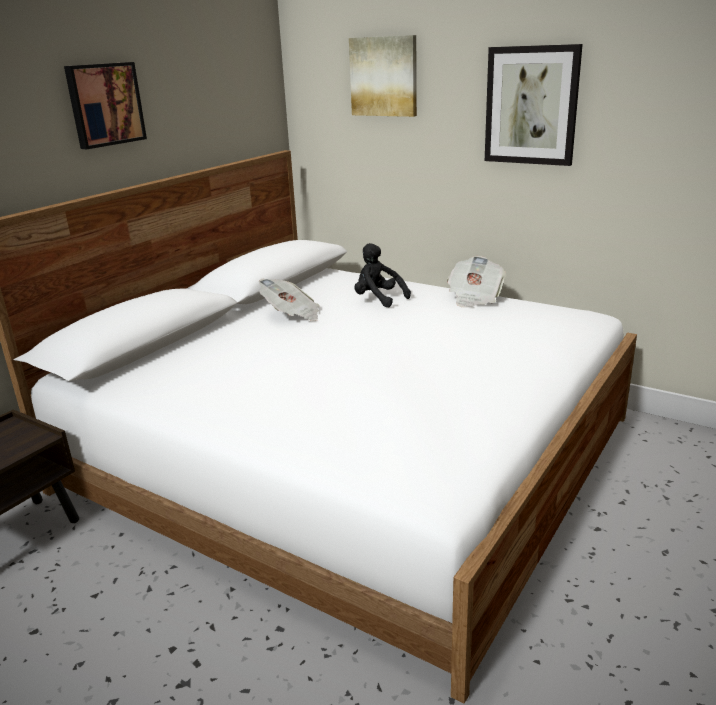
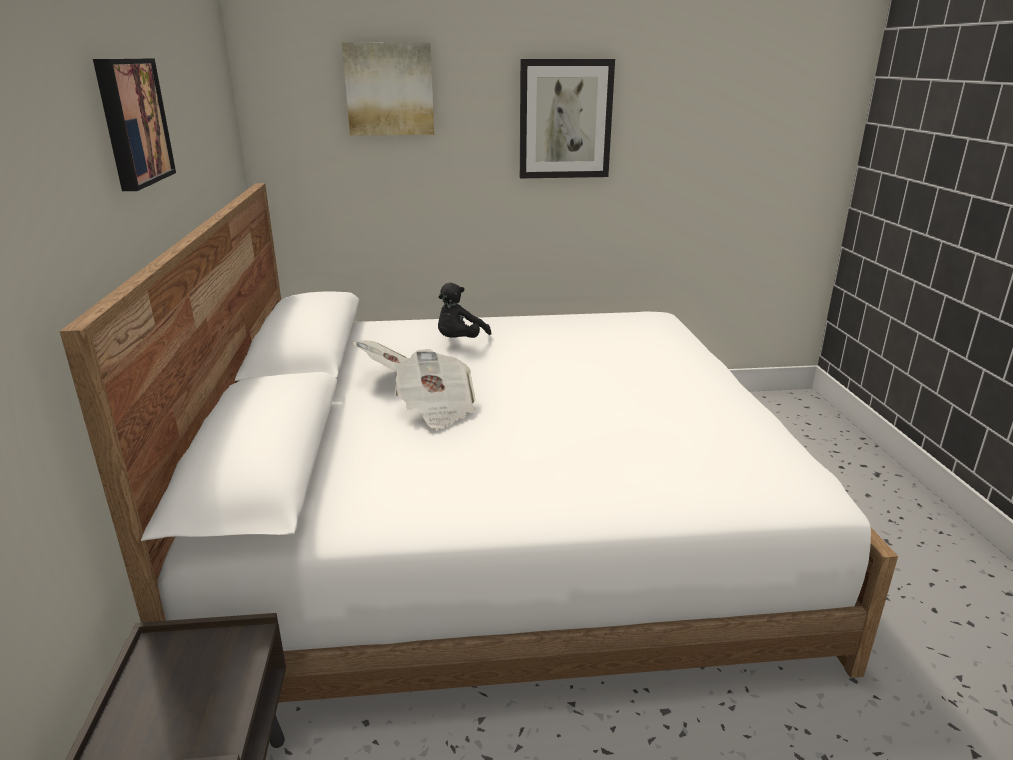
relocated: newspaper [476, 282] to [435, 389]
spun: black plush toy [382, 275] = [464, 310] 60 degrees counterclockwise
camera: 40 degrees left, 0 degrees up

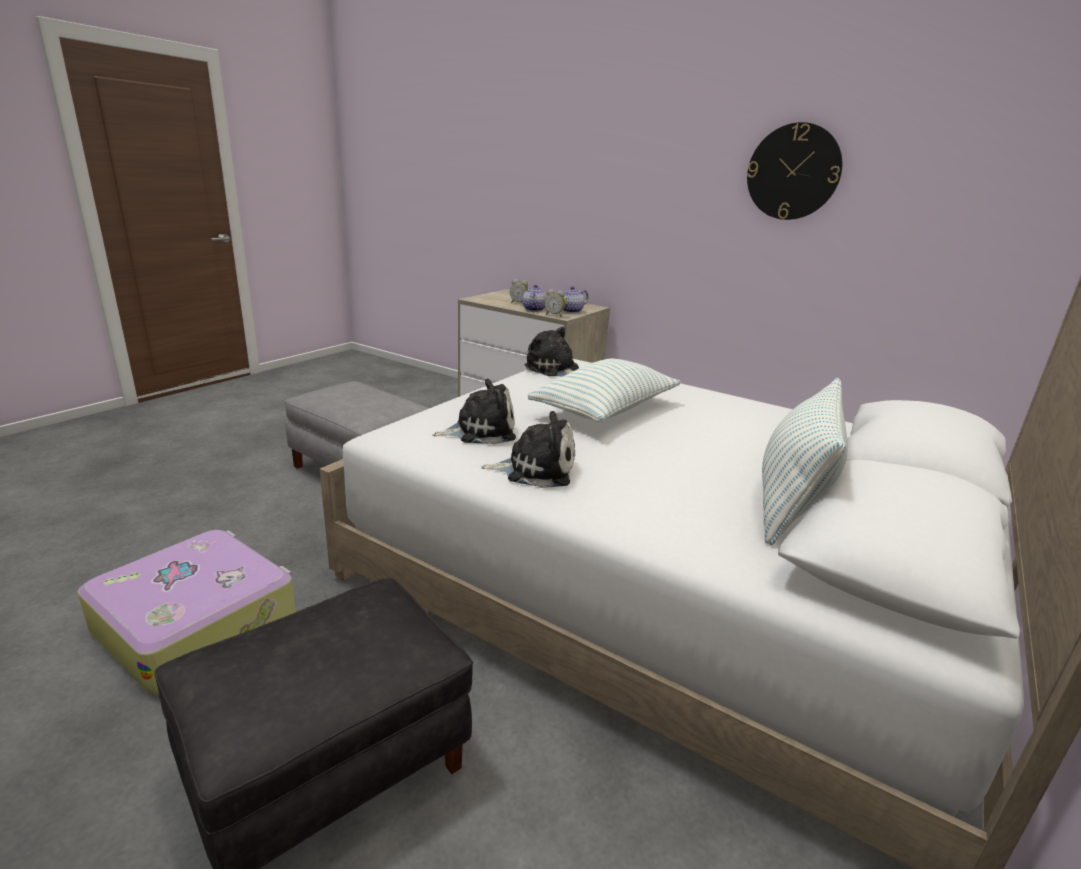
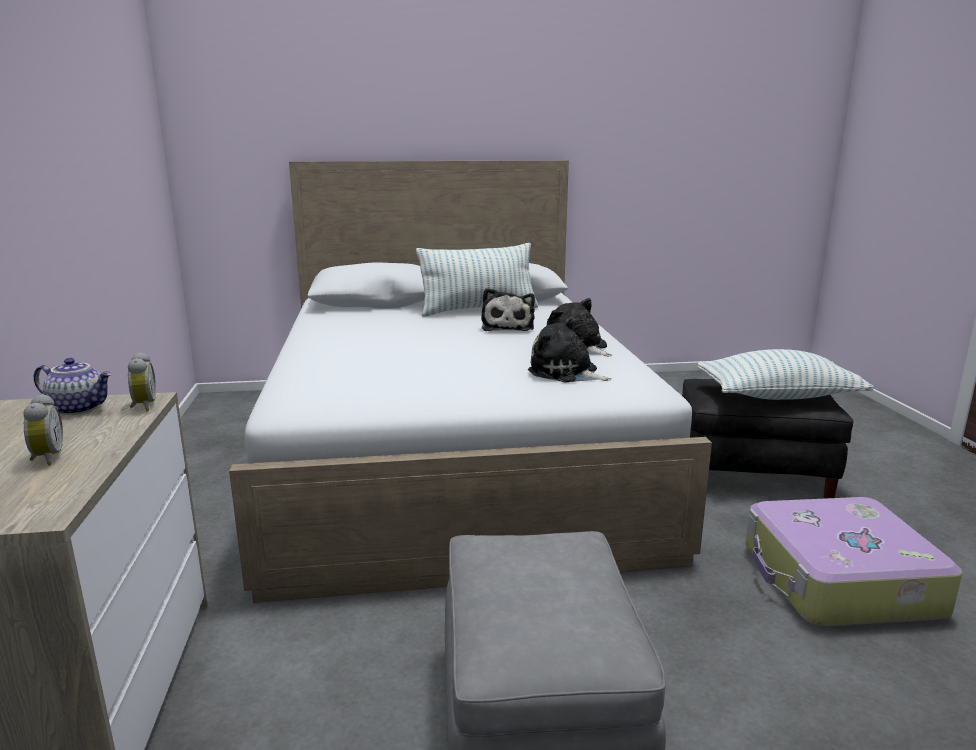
missing: teapot [534, 298]; wall clock [794, 171]
relocated: plush toy [551, 351] to [508, 309]; pillow [604, 390] to [785, 374]
camera: 130 degrees left, 5 degrees down

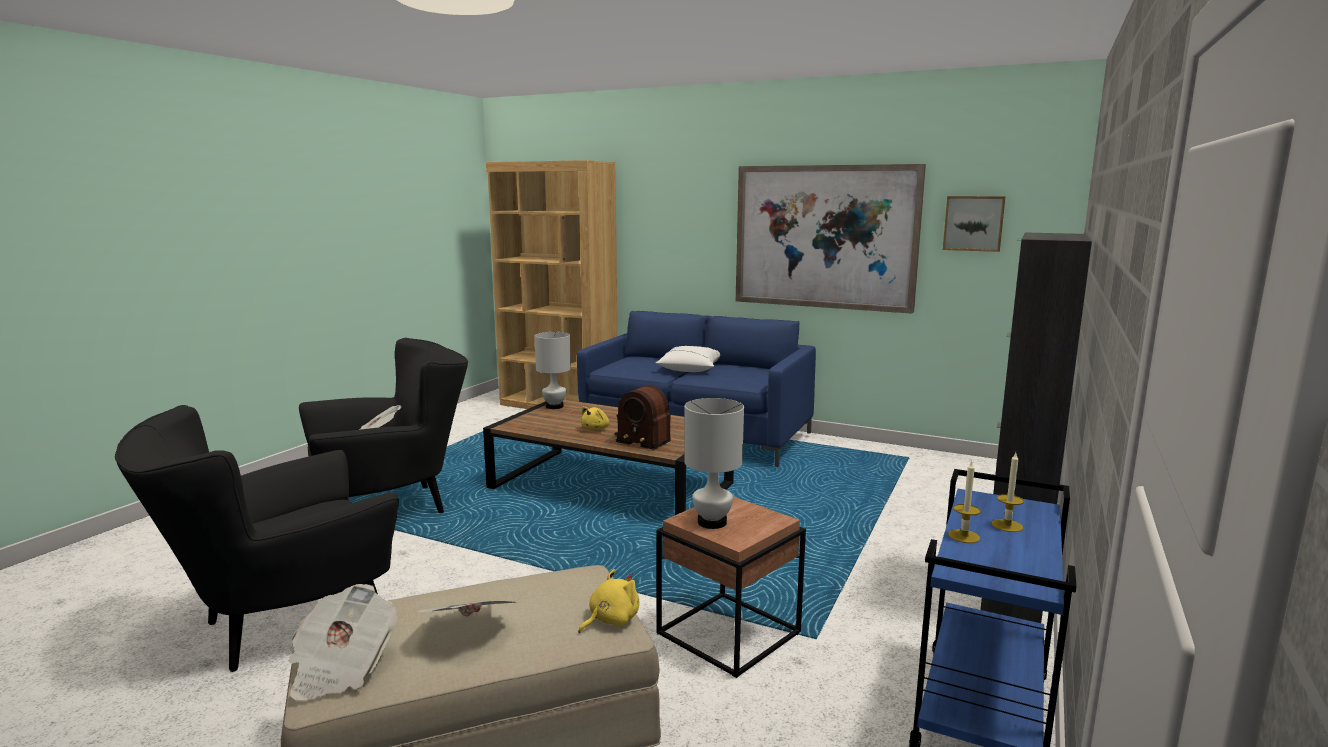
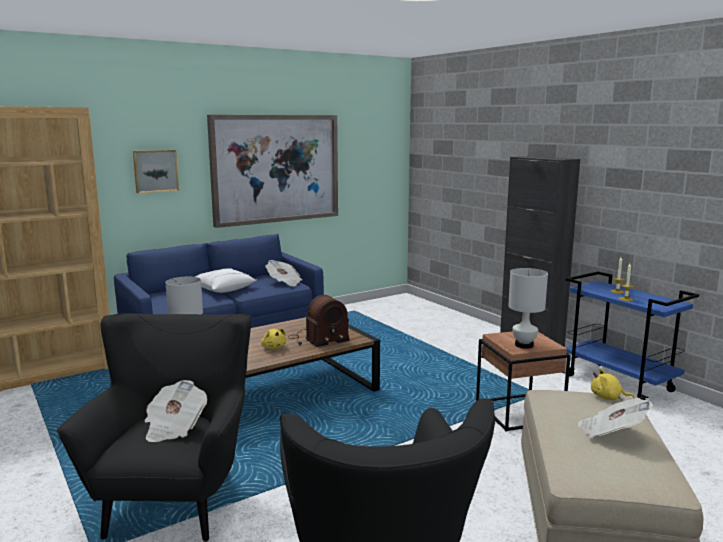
relocated: newspaper [343, 642] to [283, 273]; picture [974, 224] to [156, 171]
spun: yellow plush toy [608, 601] = [613, 384] 60 degrees counterclockwise
camera: 60 degrees left, 0 degrees up

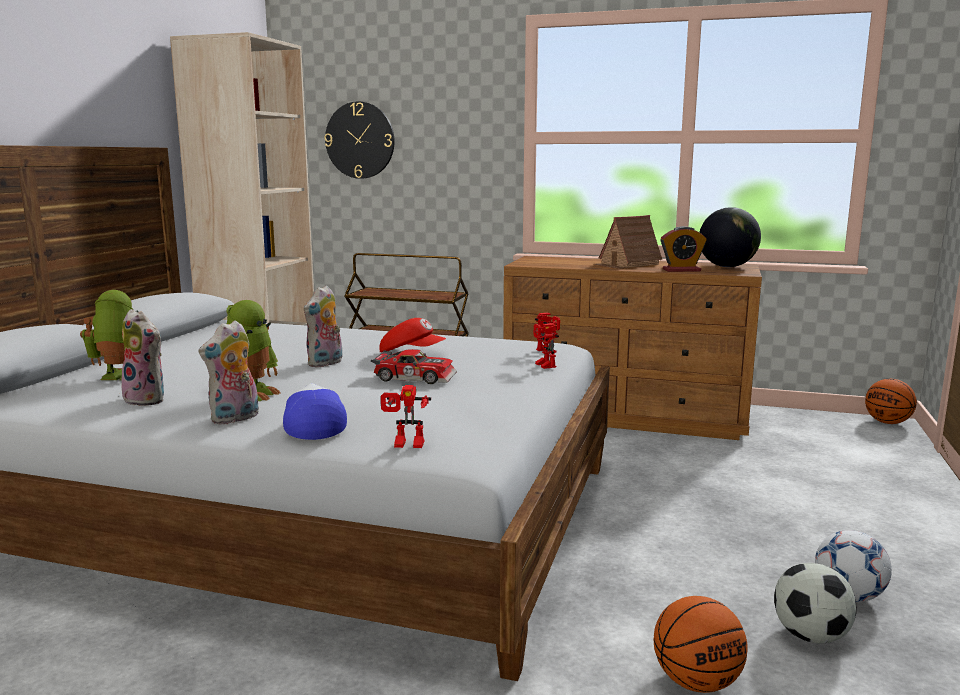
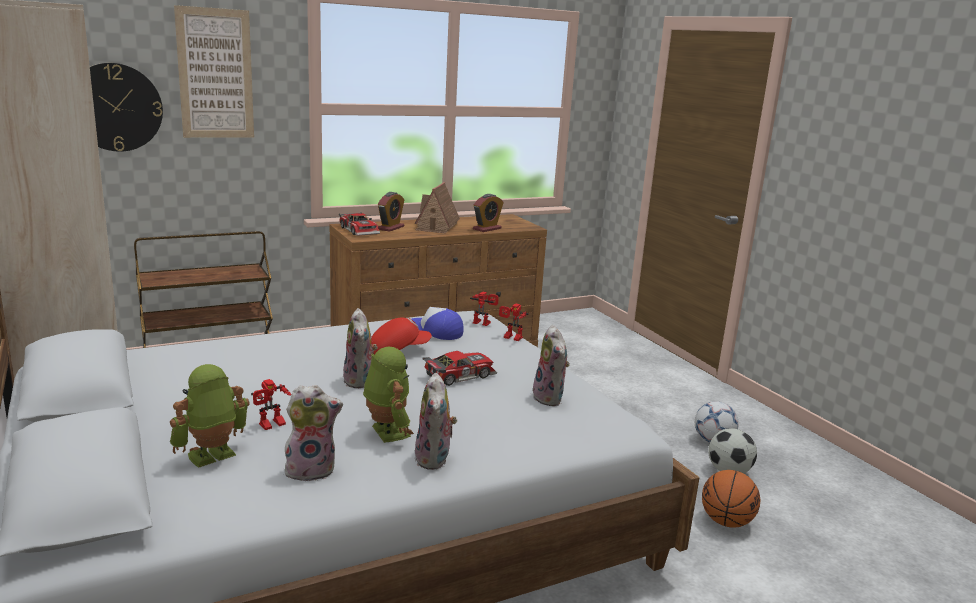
missing: globe [730, 237]; basketball [891, 401]
appeared: picture [214, 71]; toy car [359, 224]; alarm clock [391, 212]; plush toy [551, 365]
relocated: cap [315, 411] to [438, 323]; toy robot [406, 416] to [271, 404]
camera: 45 degrees left, 5 degrees up

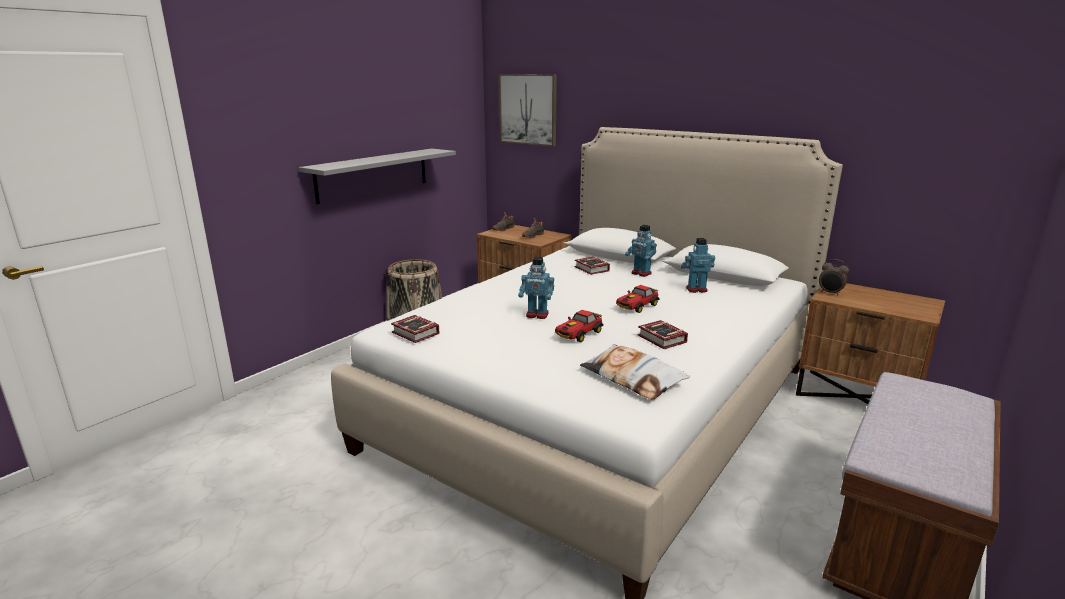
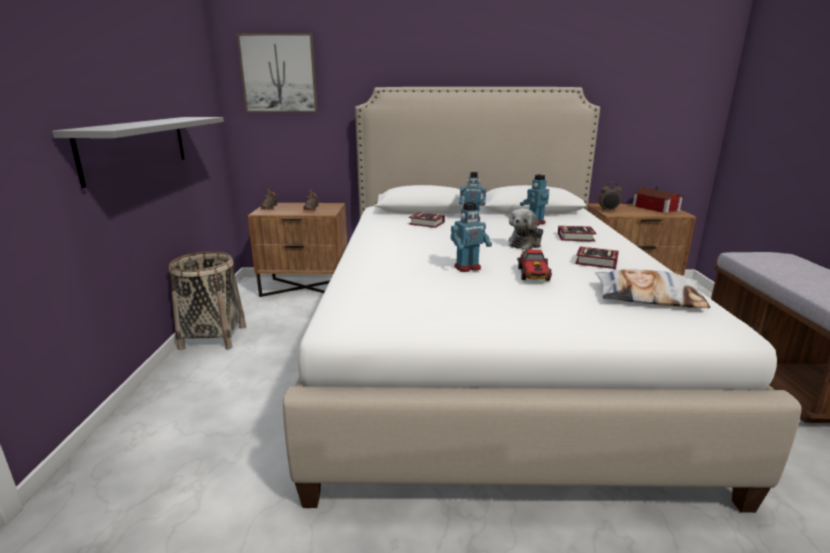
appeared: toy house [658, 199]
relocated: book [415, 329] to [577, 233]
exchanged: toy car [638, 299] to plush toy [525, 229]
camera: 35 degrees left, 0 degrees up

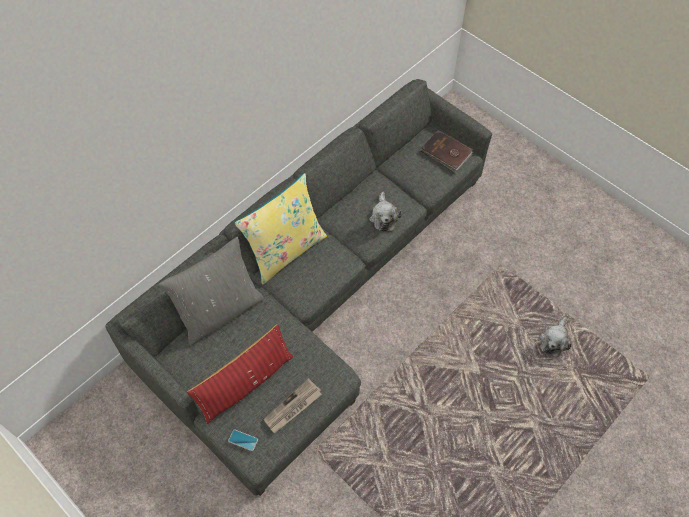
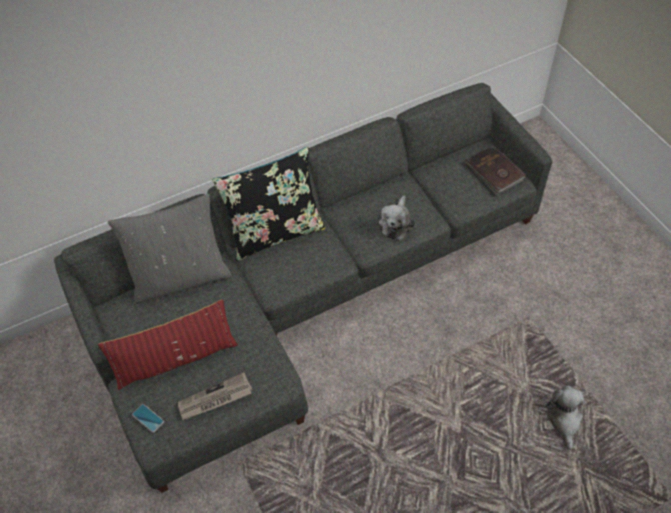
colour: yellow pillow [280, 229] to black pillow [269, 204]
spun: plush toy [556, 337] = [565, 418] 135 degrees clockwise
camera: 20 degrees right, 5 degrees down

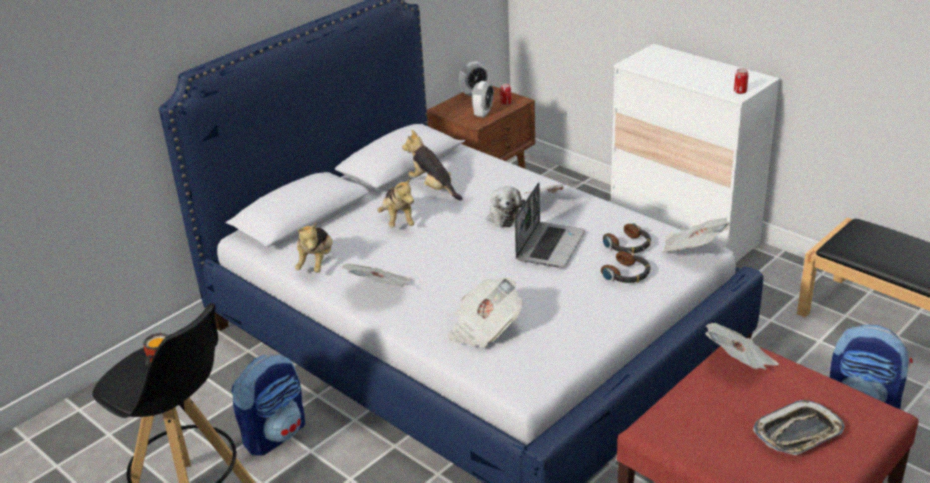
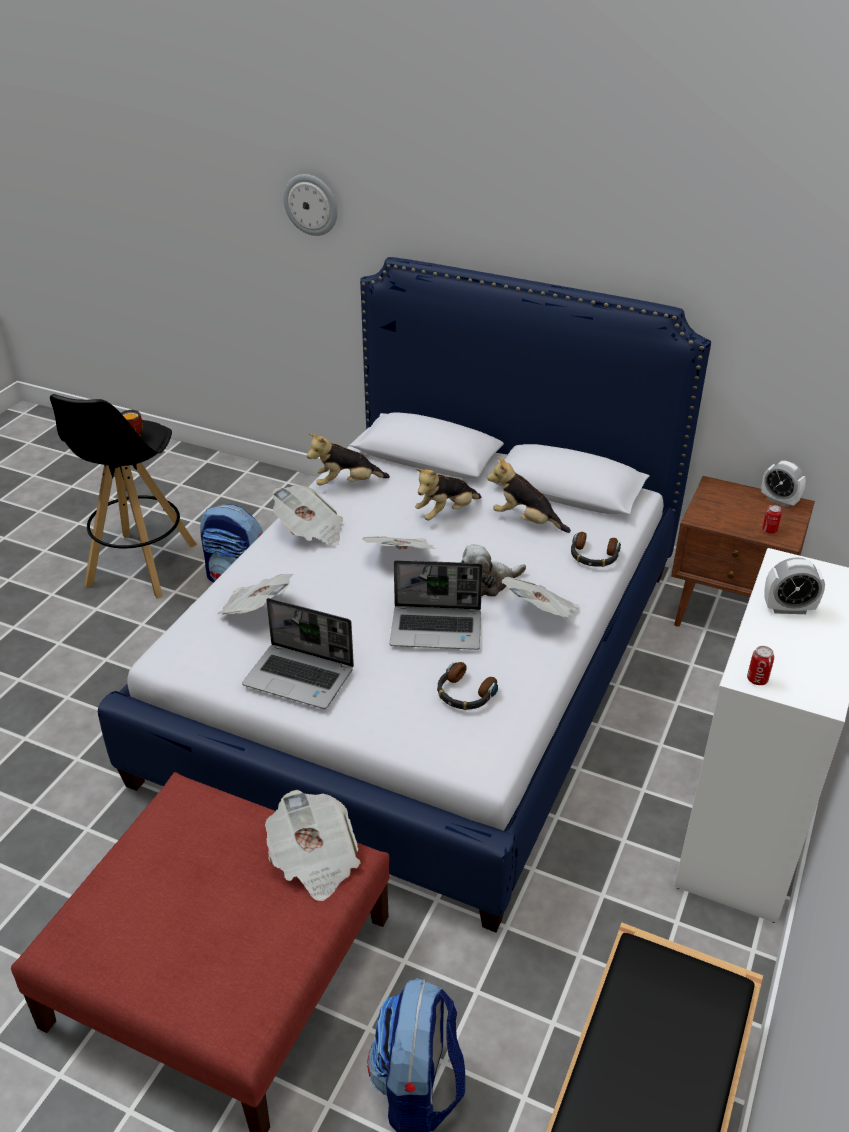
missing: tray [799, 427]
appeared: laptop [298, 653]; wall clock [310, 205]
relocated: alarm clock [483, 99] to [794, 585]; headphones [625, 266] to [596, 549]; newspaper [696, 235] to [399, 542]
spun: plush toy [432, 165] = [529, 494] 90 degrees counterclockwise
camera: 70 degrees right, 5 degrees up

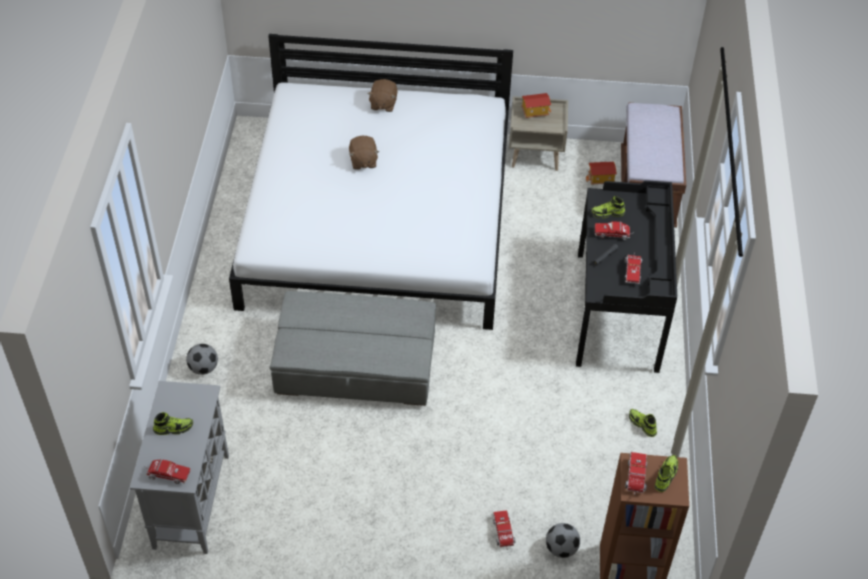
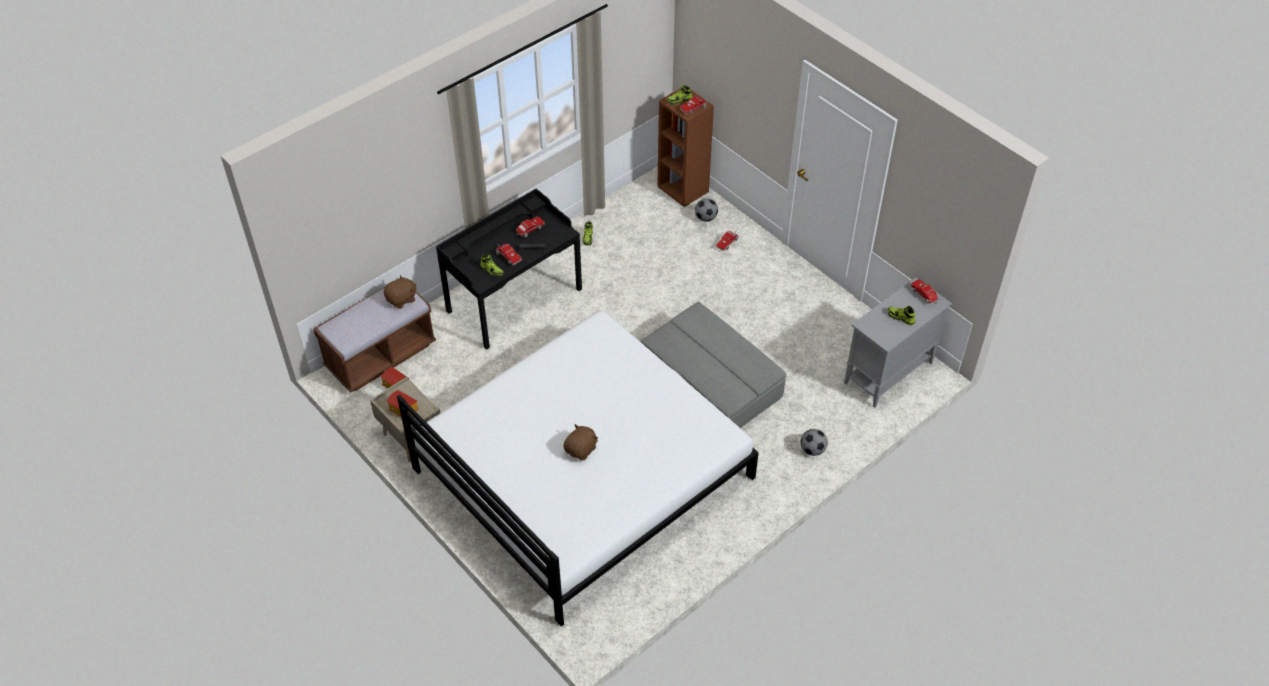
relocated: brown plush toy [382, 95] to [400, 292]
camera: 135 degrees left, 0 degrees up

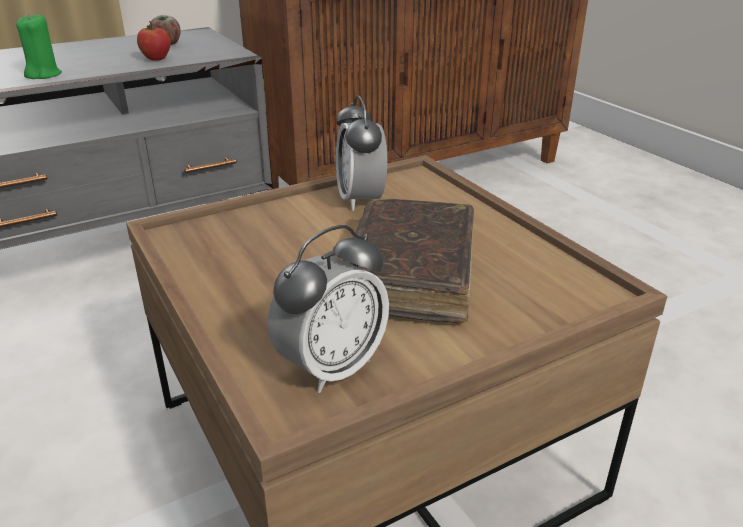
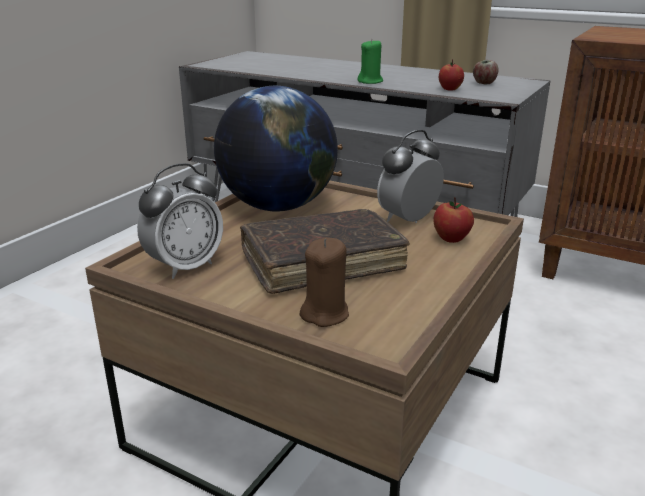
appeared: globe [276, 148]; brown candle [324, 282]; apple [453, 220]
spun: alarm clock [328, 309] = [180, 221] 60 degrees counterclockwise
camera: 60 degrees right, 5 degrees down

